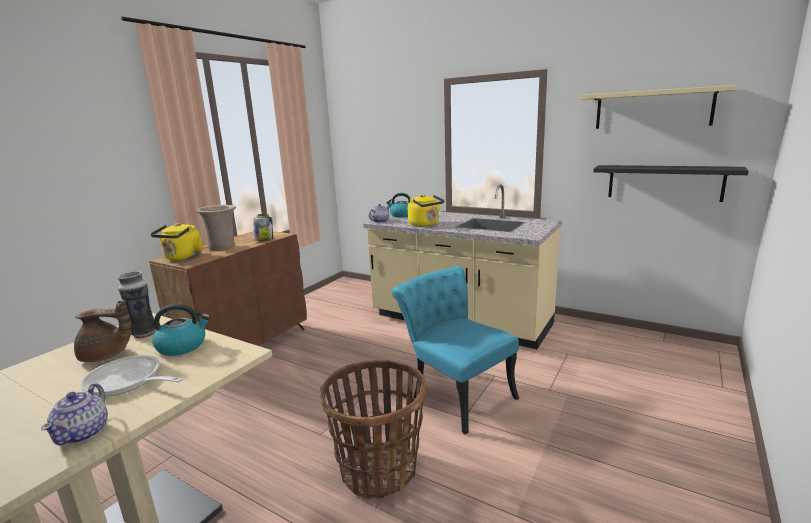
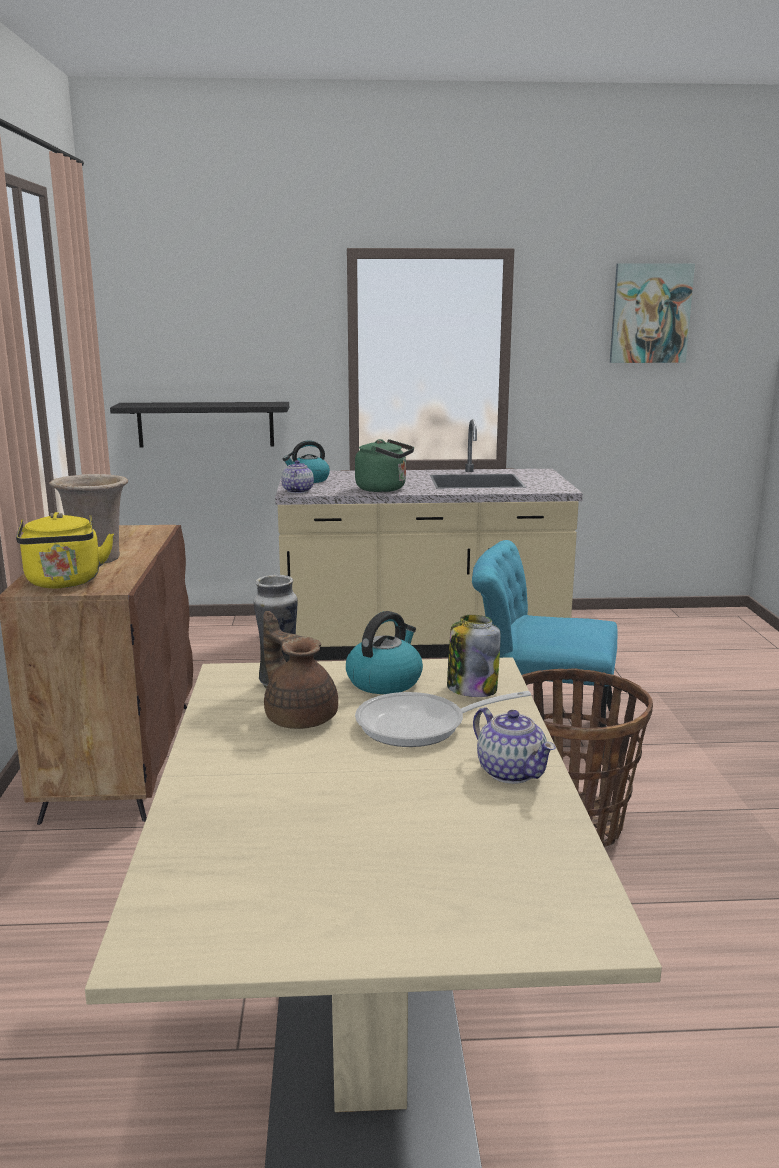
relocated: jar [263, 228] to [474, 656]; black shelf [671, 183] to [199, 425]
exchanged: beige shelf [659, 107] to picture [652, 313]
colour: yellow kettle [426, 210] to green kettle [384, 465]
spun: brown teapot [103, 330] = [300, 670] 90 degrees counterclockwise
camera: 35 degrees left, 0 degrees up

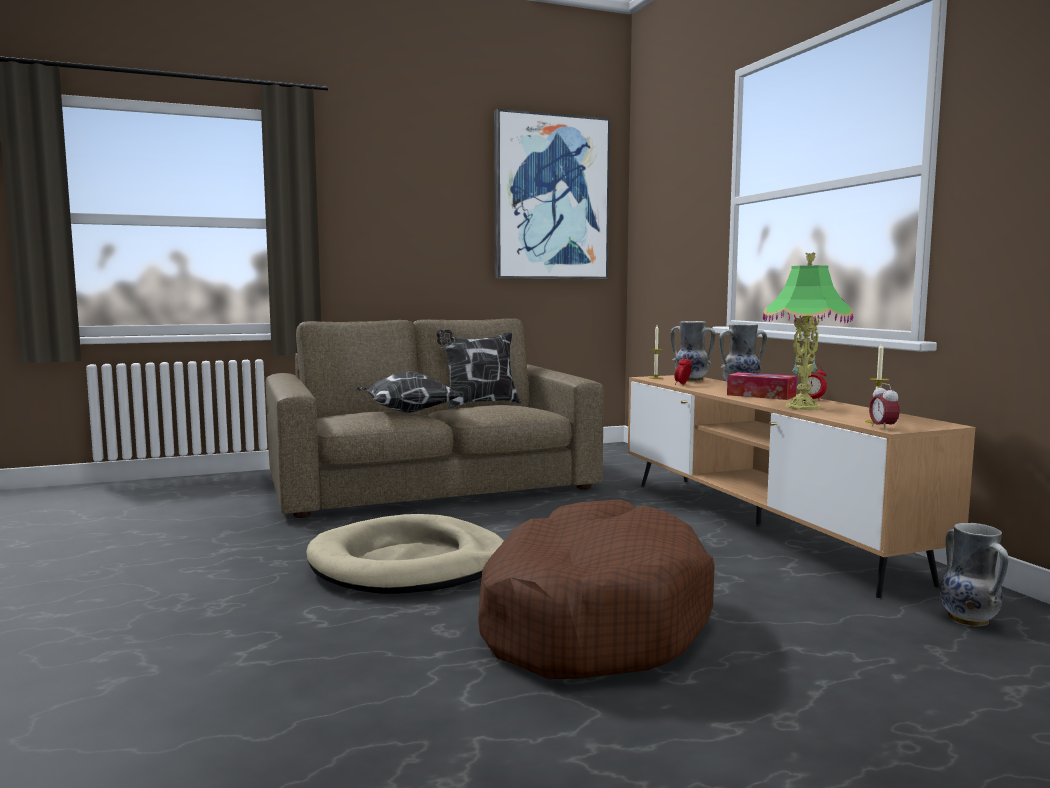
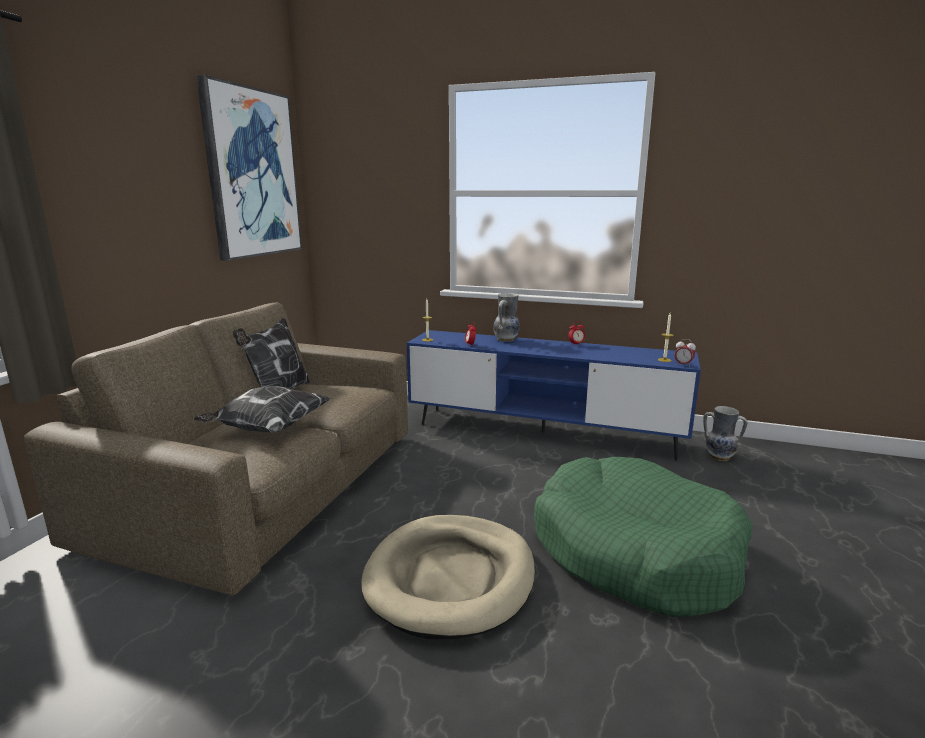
missing: vase [692, 351]; tissue box [762, 386]; table lamp [808, 331]
colour: brown dog bed [596, 589] to green dog bed [643, 537]; brown tv stand [801, 486] to blue tv stand [554, 395]
camera: 50 degrees left, 10 degrees up

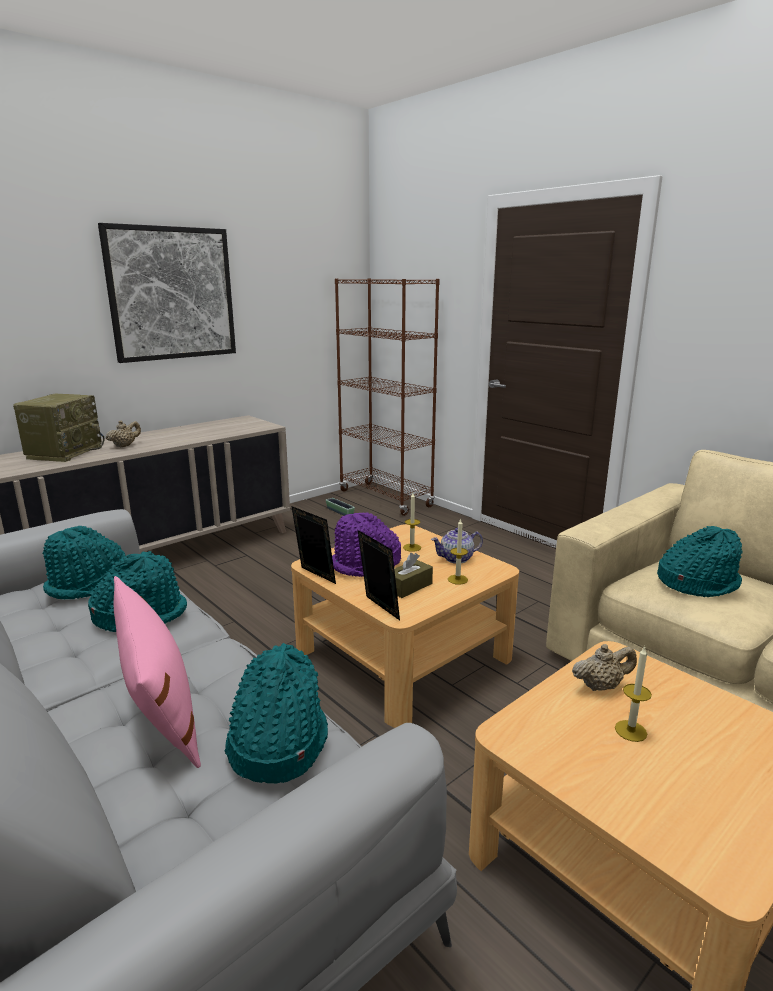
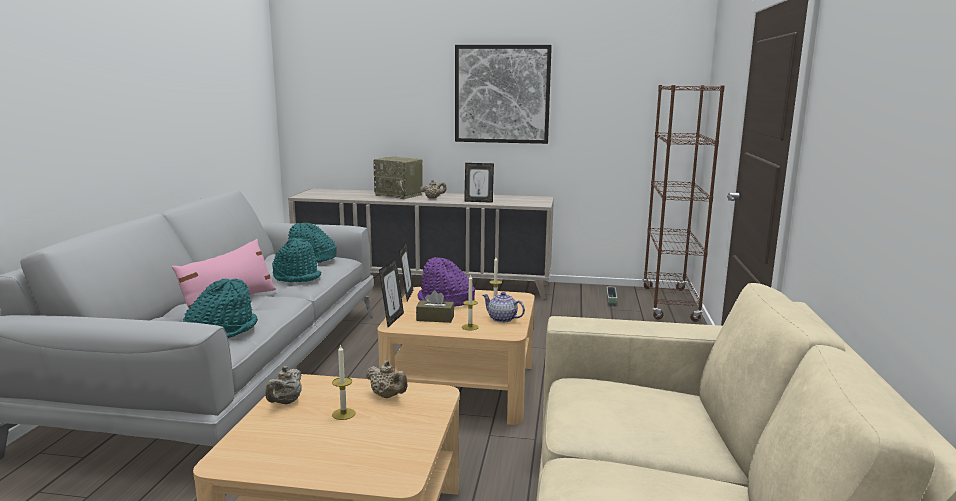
missing: turquoise hat [700, 561]
appeared: beige teapot [283, 385]; picture frame [479, 183]
spun: radio [59, 428] = [398, 178] 60 degrees clockwise
camera: 50 degrees right, 5 degrees down

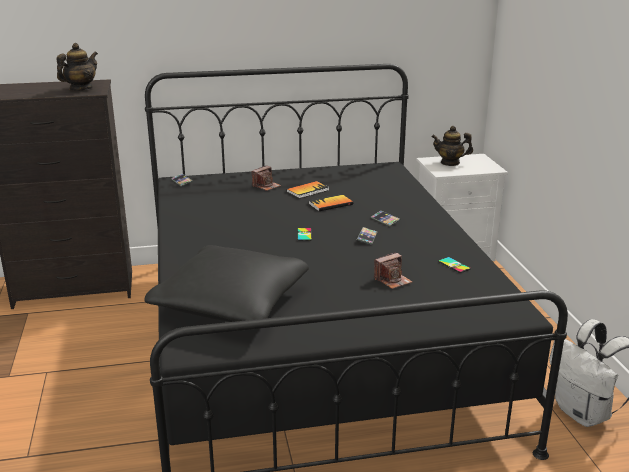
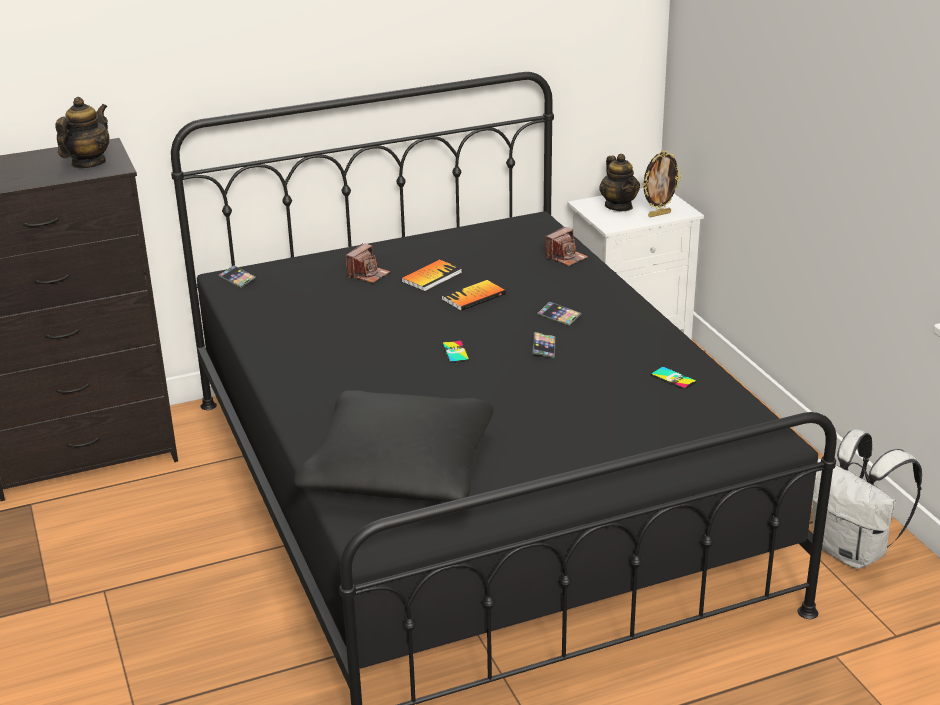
appeared: picture frame [662, 183]
relocated: photo camera [393, 270] to [566, 246]
spun: teapot [452, 146] = [619, 182] 105 degrees counterclockwise
camera: 10 degrees left, 5 degrees up

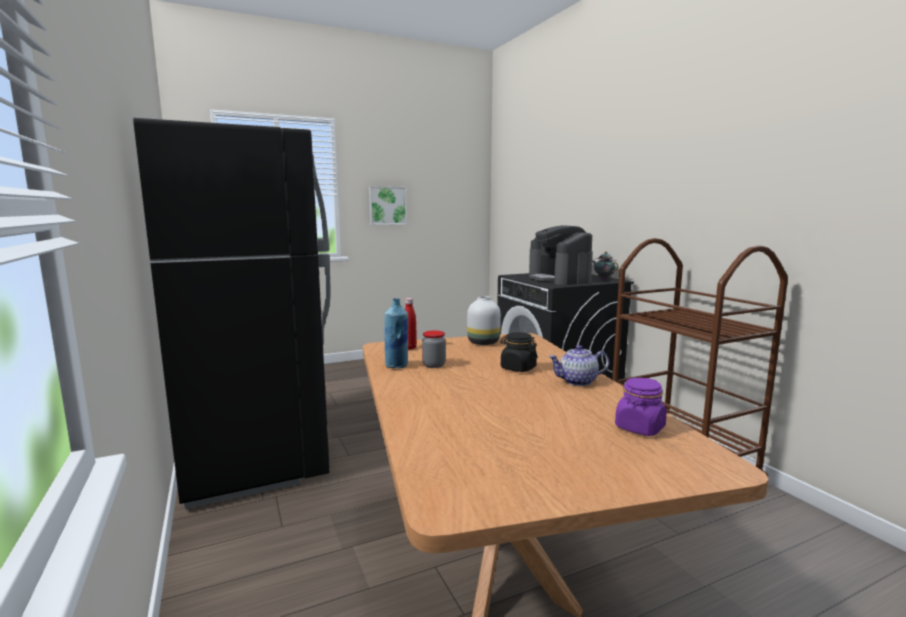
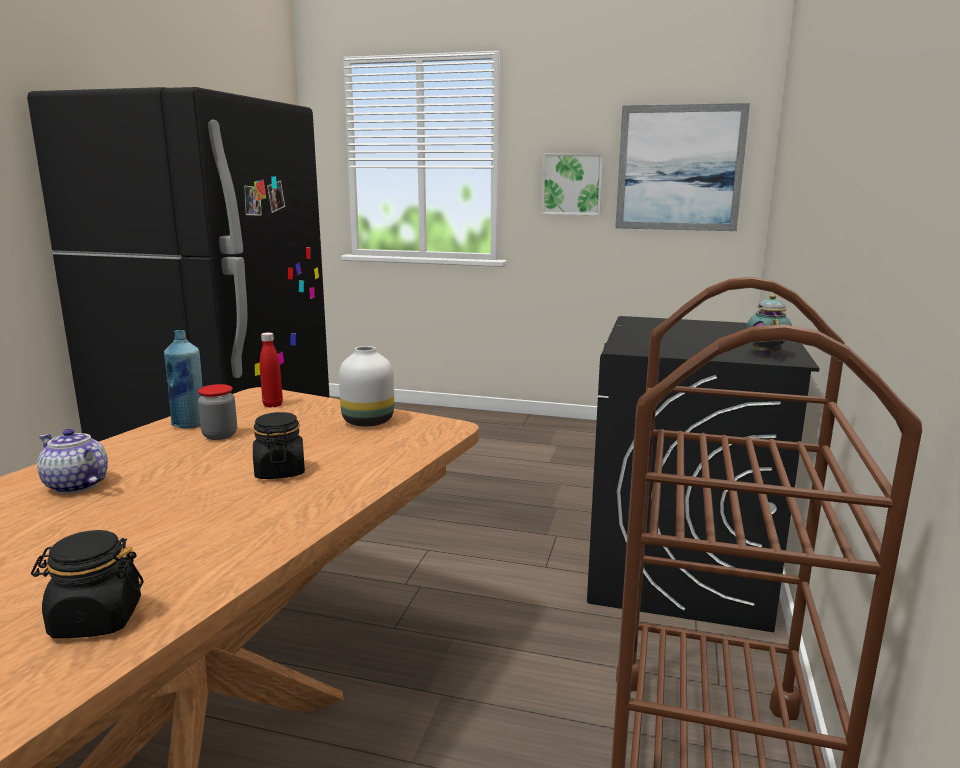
missing: coffee machine [561, 255]
appeared: picture [682, 167]
relocated: teapot [578, 365] to [72, 461]
colour: purple jar [641, 407] to black jar [87, 584]
camera: 40 degrees right, 5 degrees up

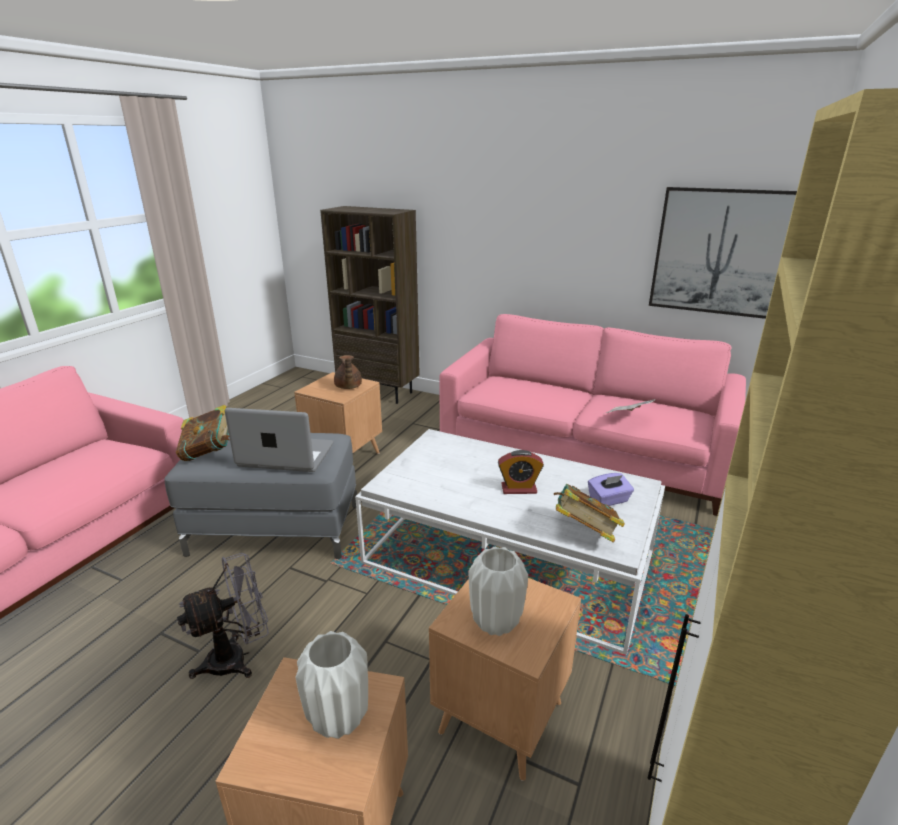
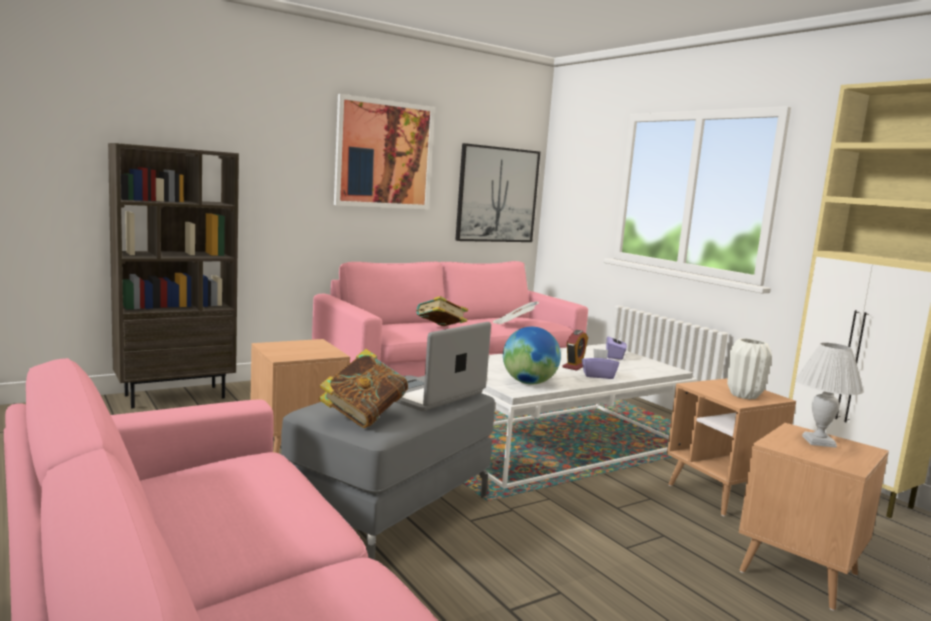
missing: grey fan [223, 616]; brown teapot [348, 372]
appeared: picture [384, 152]; globe [532, 355]; purple tissue box [600, 364]
relocated: book [589, 513] to [442, 311]
exchanged: white vase [332, 685] to white table lamp [830, 395]
camera: 60 degrees left, 15 degrees down

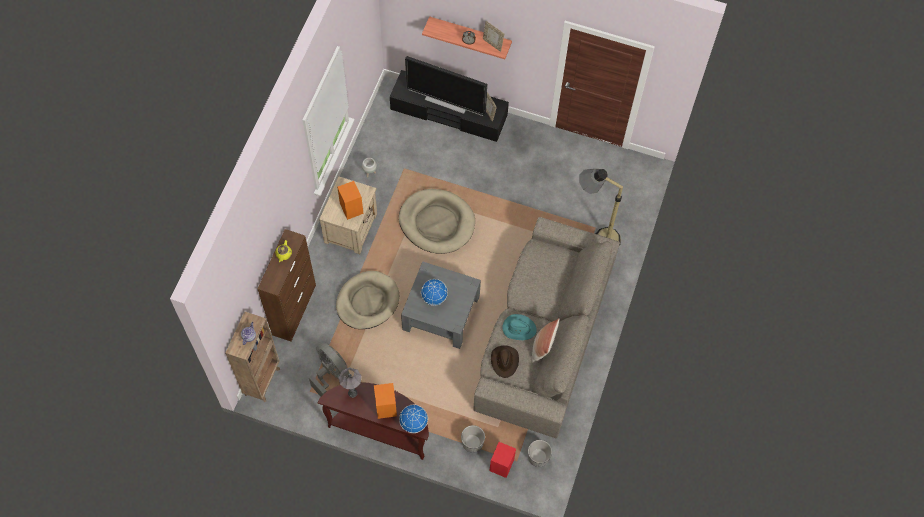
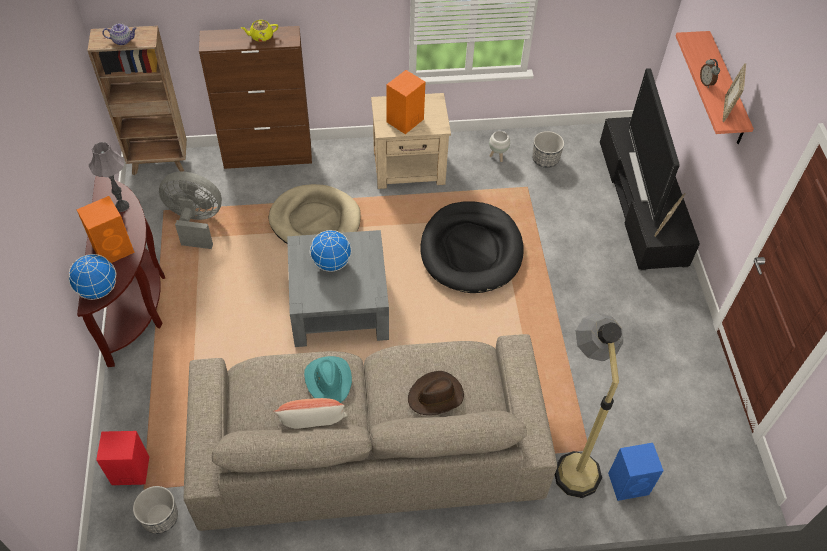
appeared: blue speaker [636, 472]
relocated: planter [473, 439] to [548, 149]; brown hat [505, 361] to [436, 393]
colour: beige dog bed [437, 221] to black dog bed [471, 247]
spun: grey fan [329, 369] = [190, 210] 105 degrees counterclockwise
camera: 65 degrees right, 10 degrees down

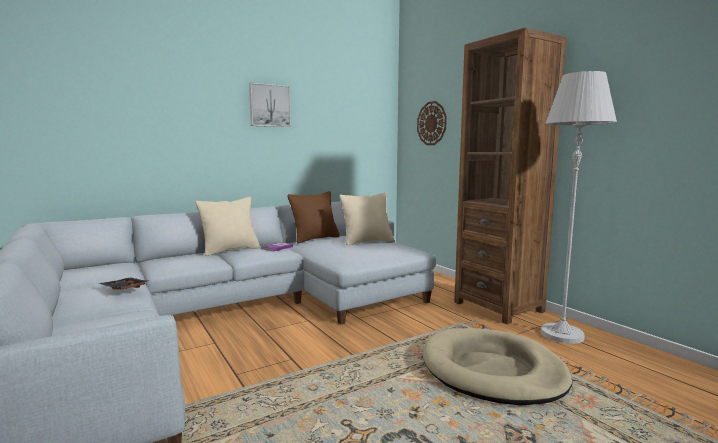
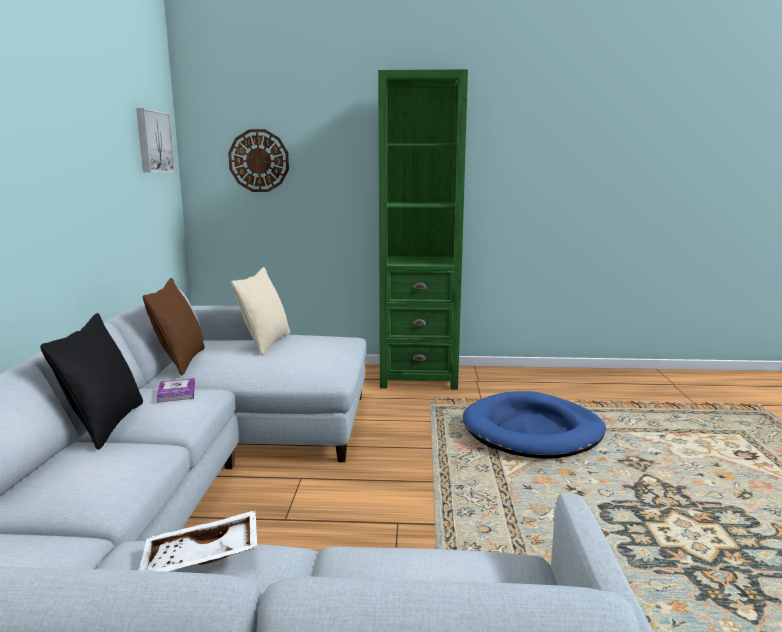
missing: white floor lamp [579, 207]
relocated: picture [270, 105] to [155, 140]
colour: black tray [123, 284] to white tray [198, 541]; beige pillow [228, 226] to black pillow [91, 381]; beige dog bed [498, 366] to blue dog bed [534, 425]; brown bookcase [510, 176] to green bookcase [423, 229]
camera: 55 degrees left, 5 degrees up

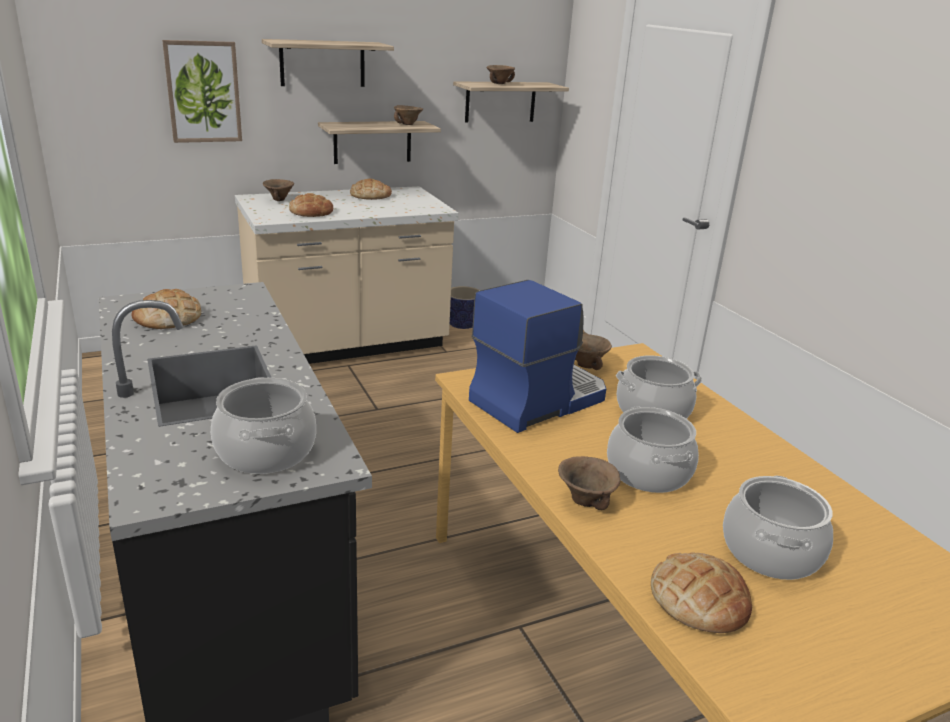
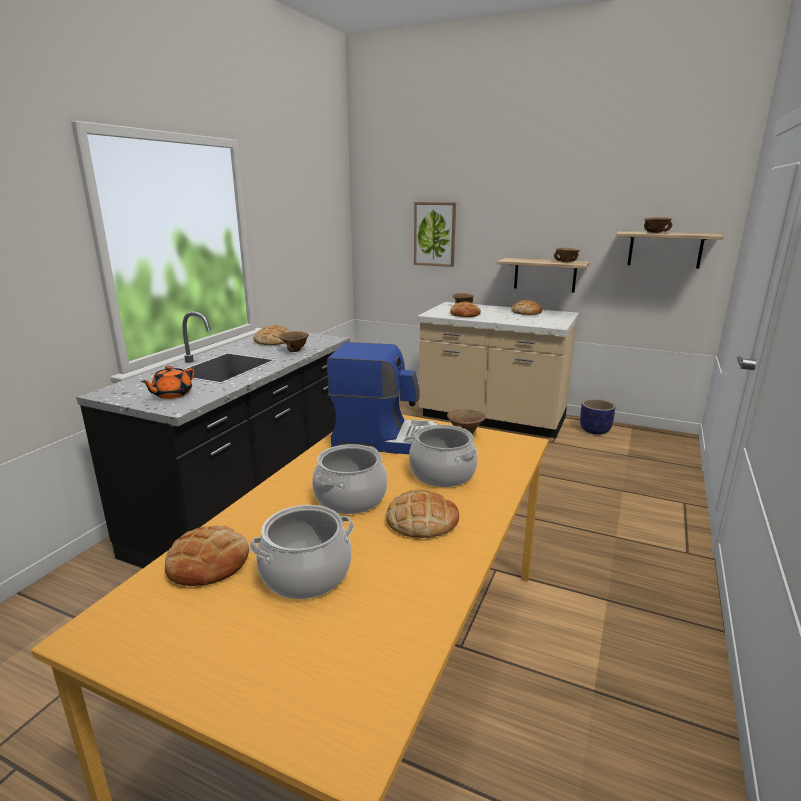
missing: shelf [328, 63]
appeared: bread [422, 514]
relocated: brown bowl [589, 483] to [294, 341]
exchanged: cooking pot [263, 425] to orange teapot [167, 382]
camera: 50 degrees right, 5 degrees down

